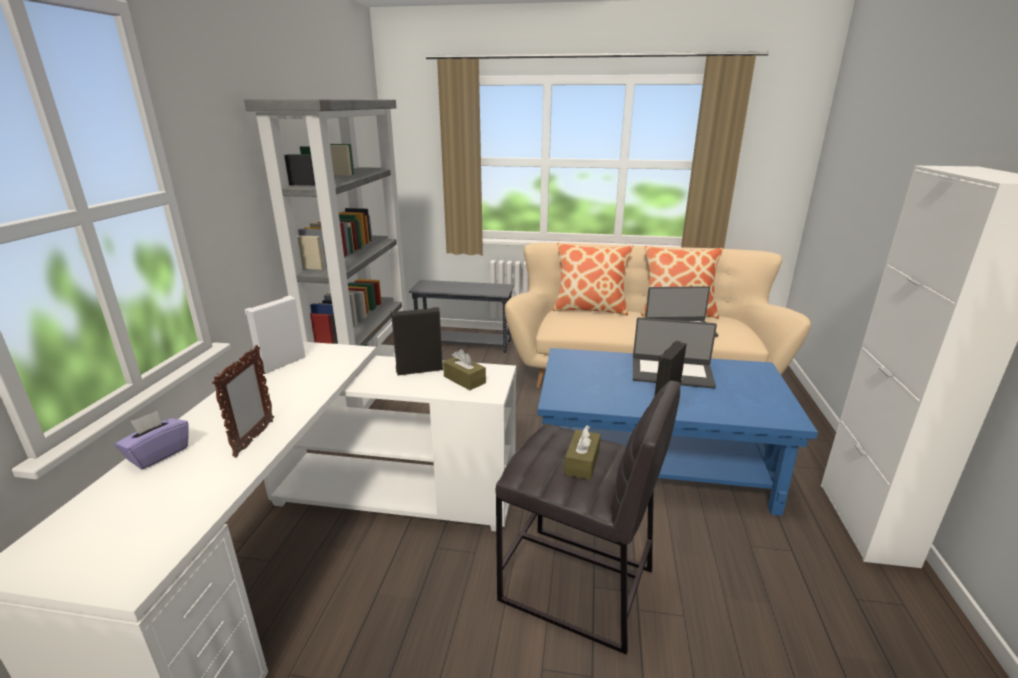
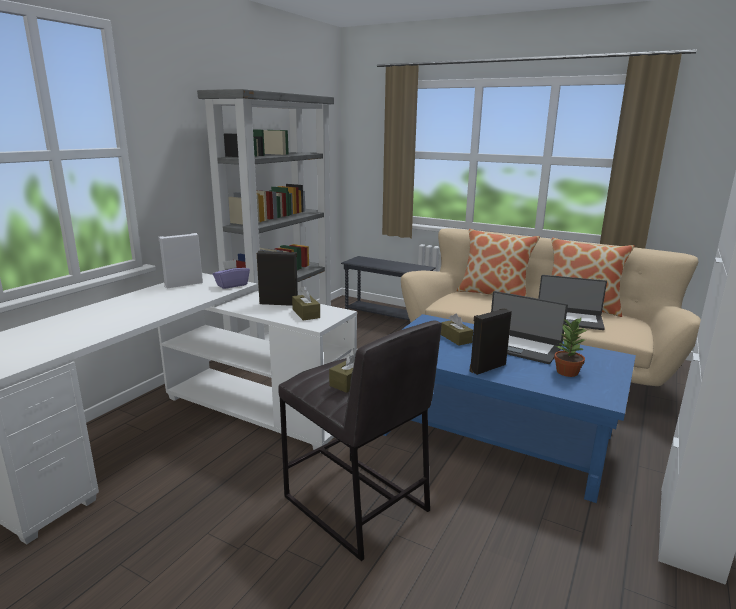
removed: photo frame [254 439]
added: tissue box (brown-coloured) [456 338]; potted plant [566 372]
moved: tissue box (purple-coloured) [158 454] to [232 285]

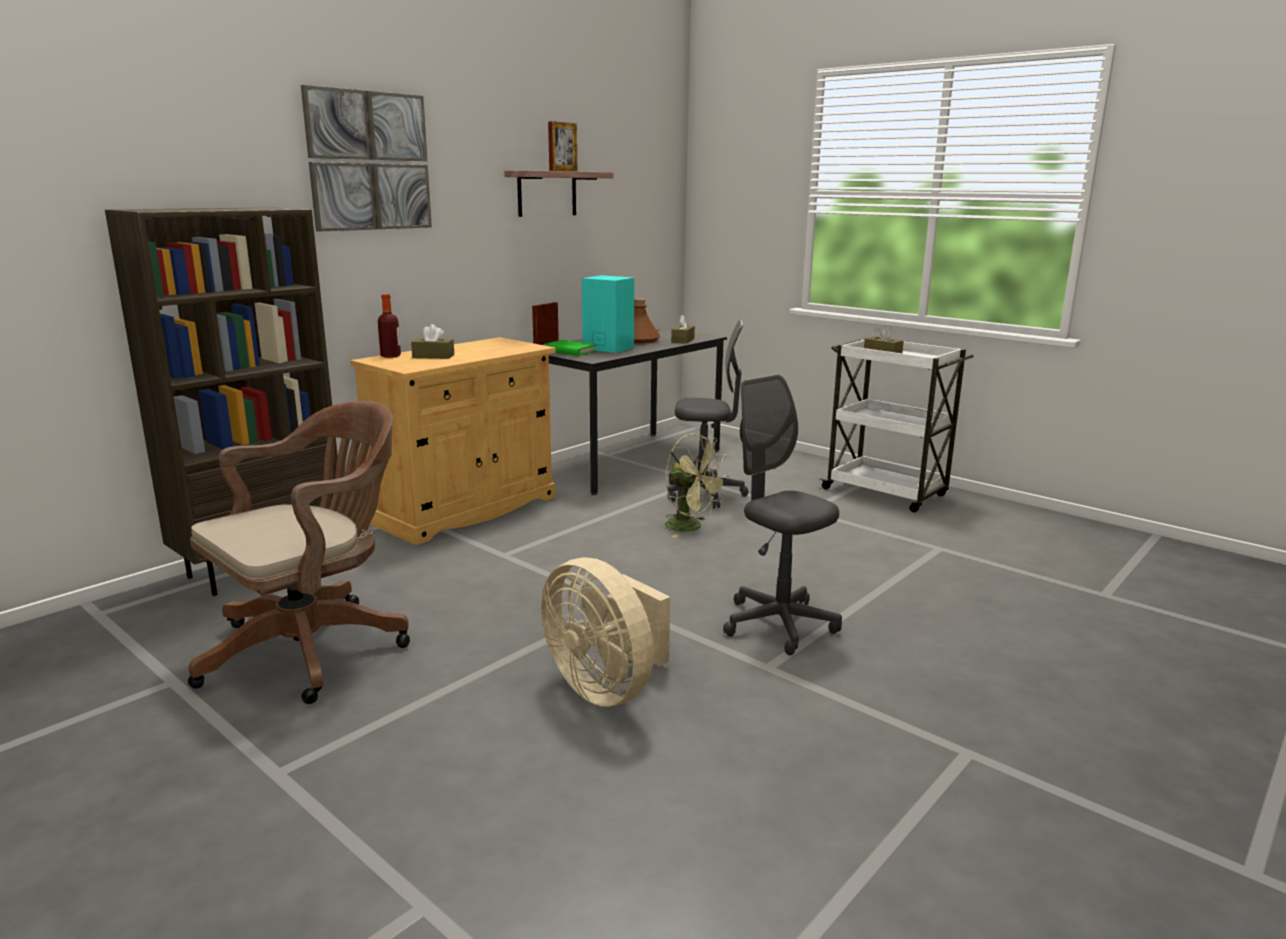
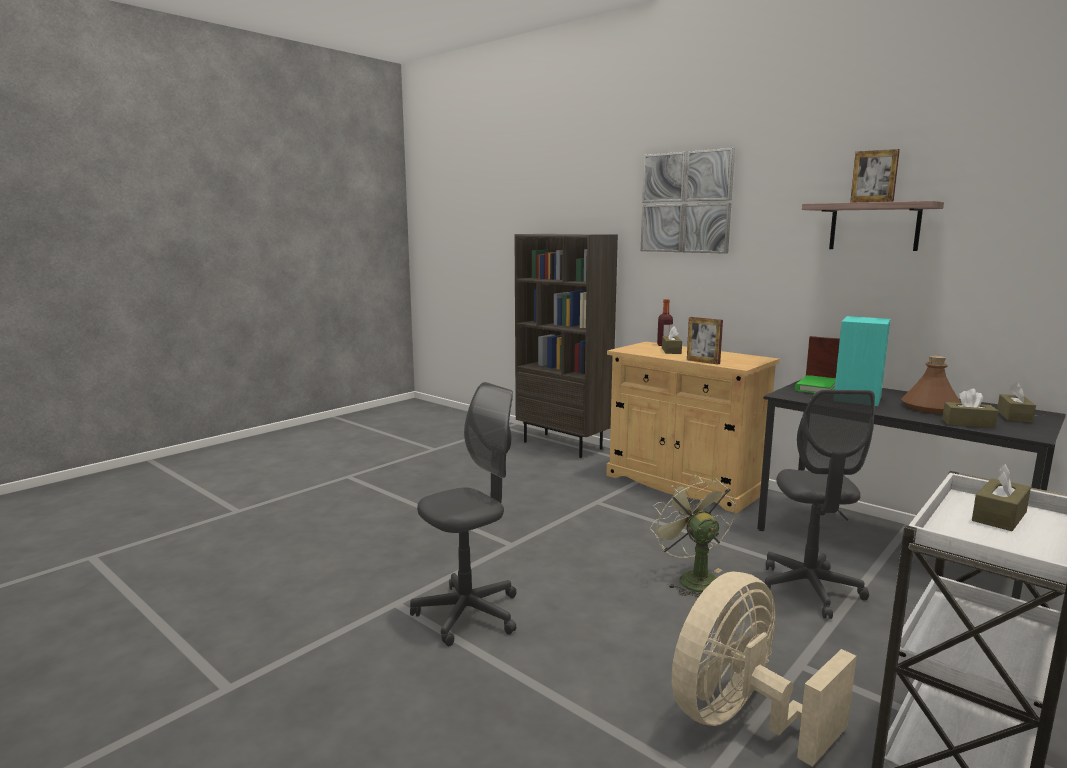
removed: computer chair (brown-coloured) [314 647]
added: photo frame [703 362]; tissue box (brown-coloured) [1014 416]
moved: electric fan (sand-coloured) [606 687] to [742 720]
turned: electric fan (greenish) [691 527] = [692 578] 120 degrees clockwise

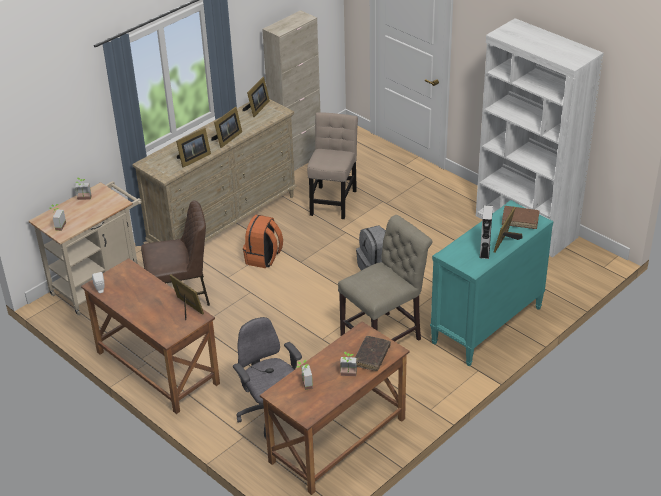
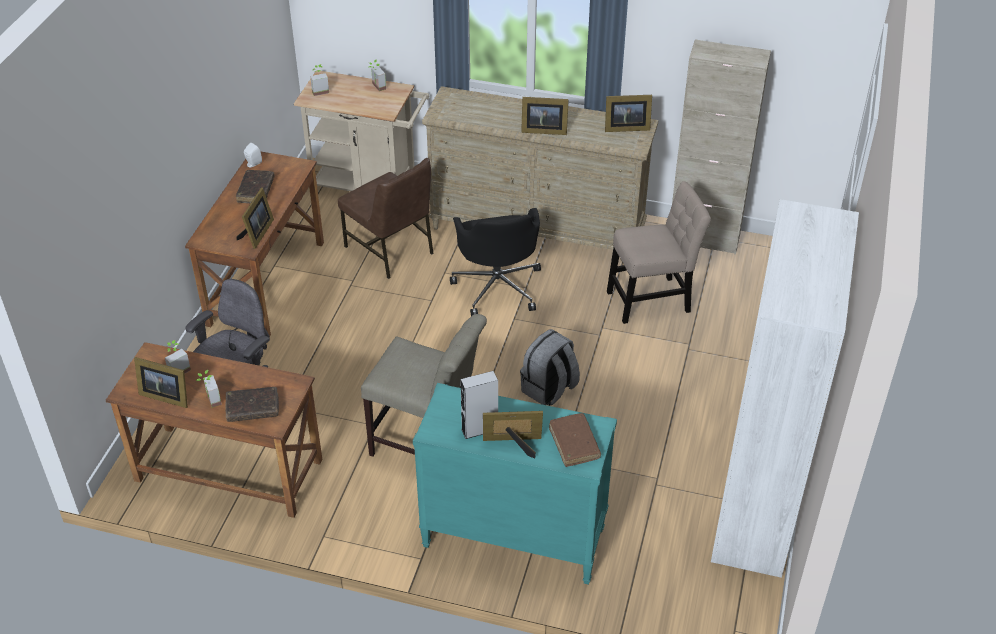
added: book (brown-coloured) [256 191]
moved: photo frame [193 159] to [165 395]
replaced: knapsack (orangey) [263 258] to computer chair (black) [498 286]

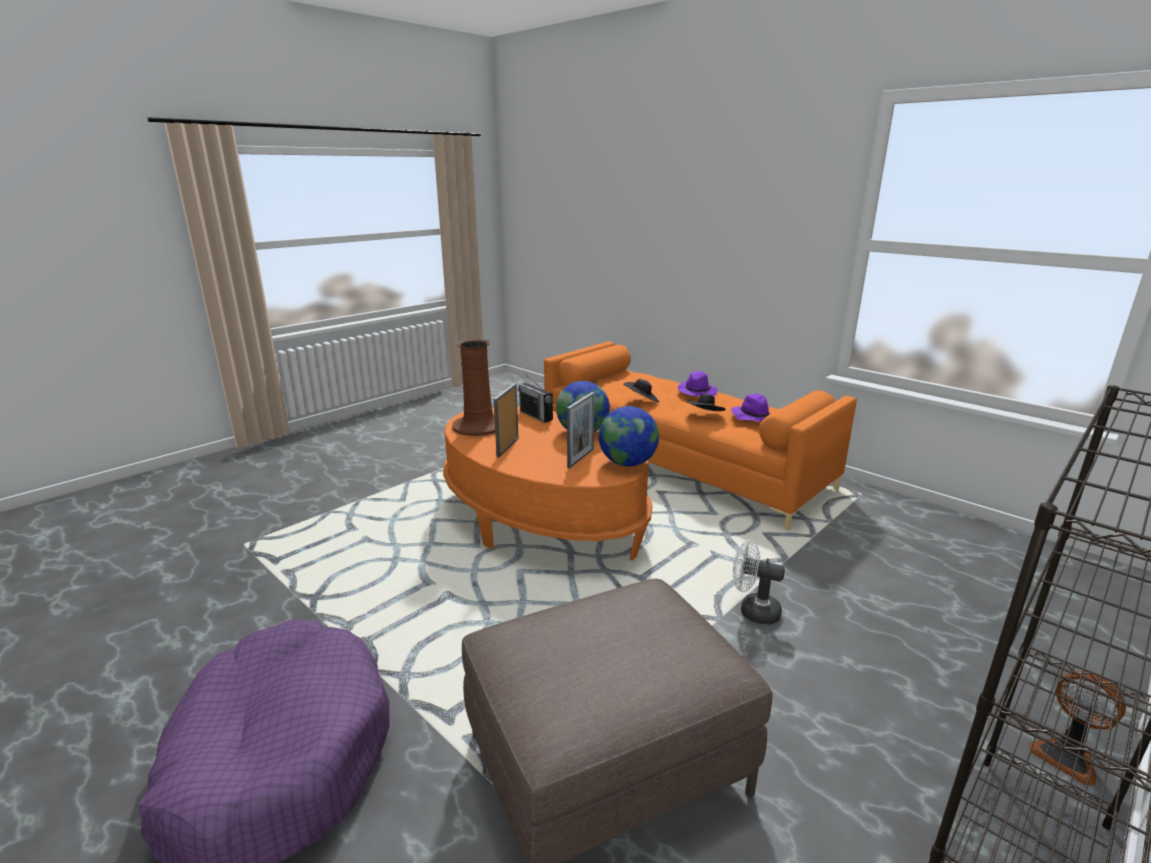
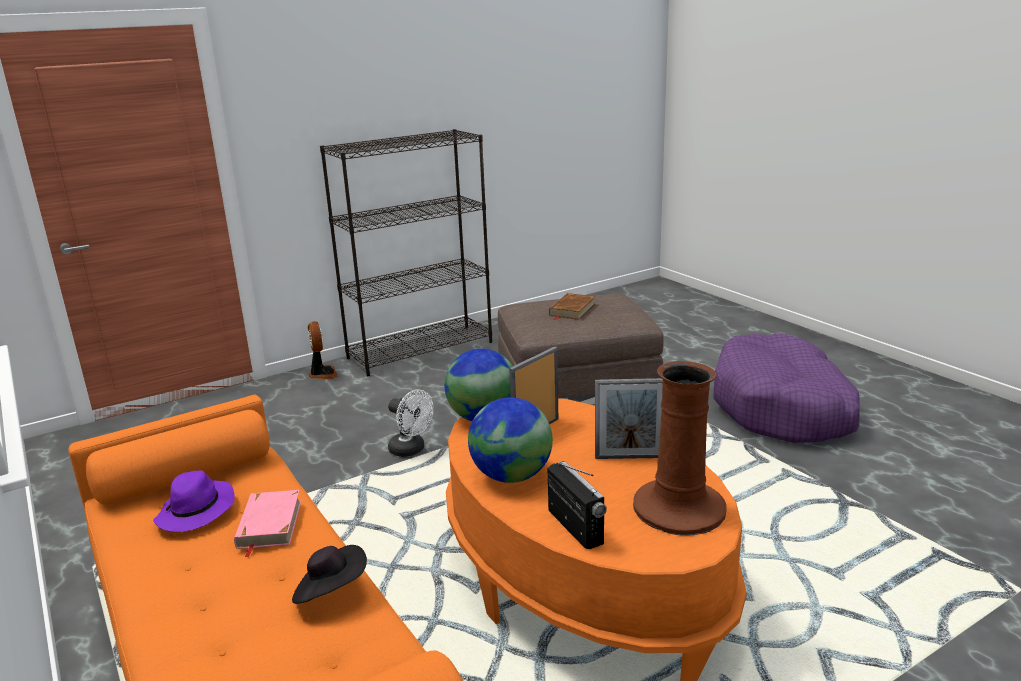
removed: clothing hat (purple-coloured) [696 392]
added: book (brown-coloured) [572 310]
replaced: clothing hat (black) [704 416] to book (pink-coloured) [269 524]
turned: photo frame [507 447] = [630 457] 60 degrees clockwise

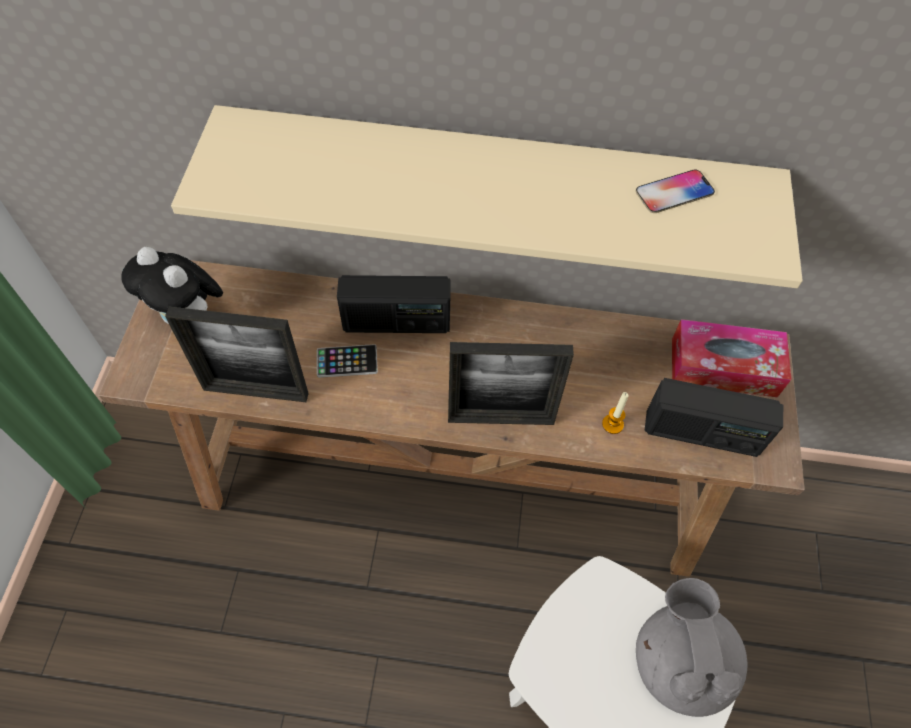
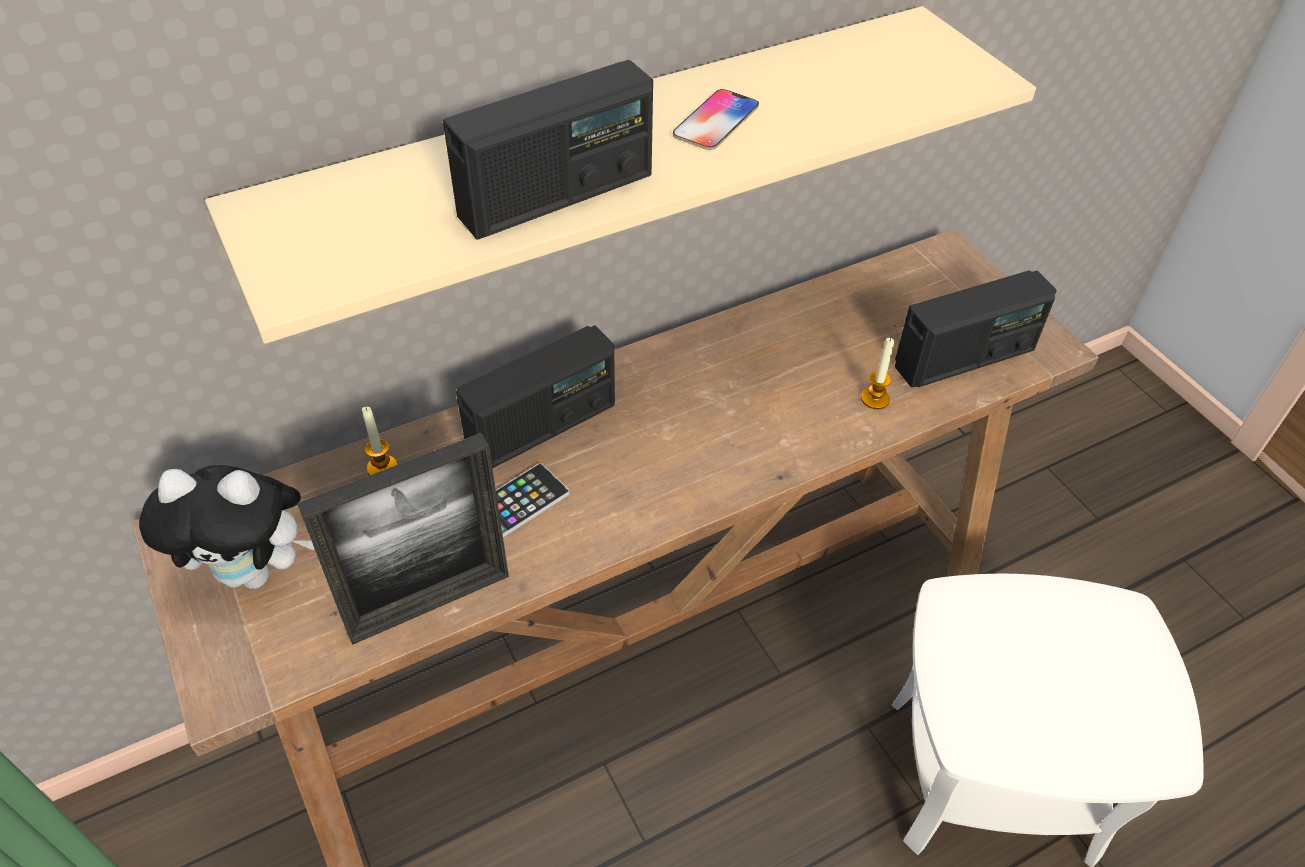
removed: tissue box [723 367]; photo frame [500 419]; tea pot (gray) [680 661]
added: radio receiver [557 196]; wax light [382 468]
moved: telephone [674 192] to [716 121]

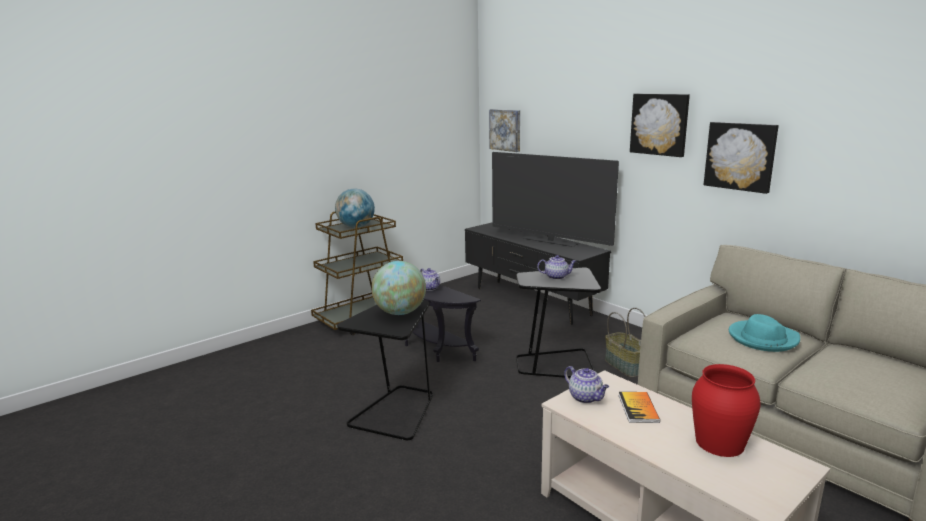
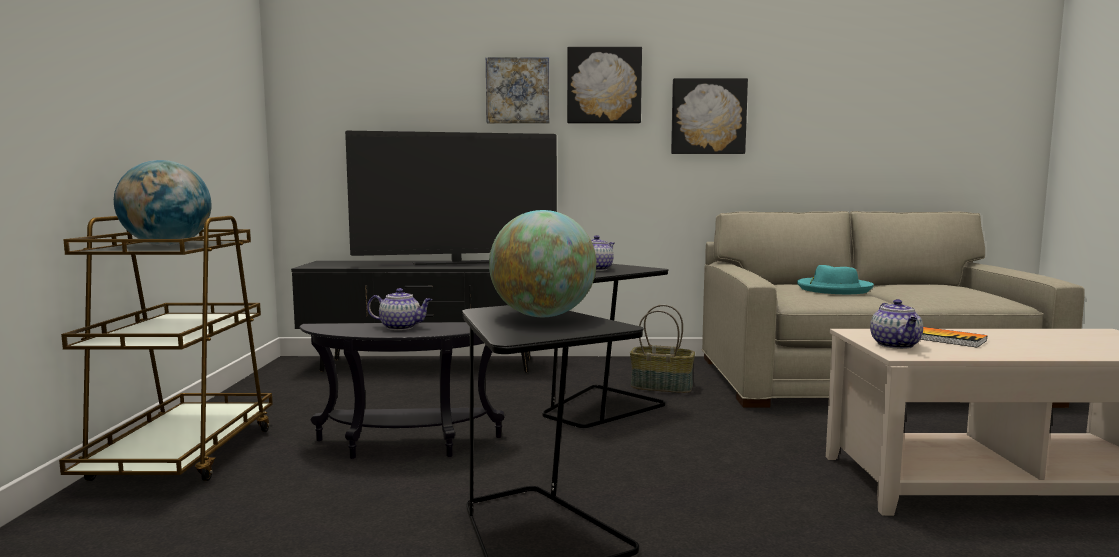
removed: flower vase (red) [719 442]
moved: picture [506 130] to [518 91]
turned: tea pot [586 398] = [896 345] 90 degrees clockwise

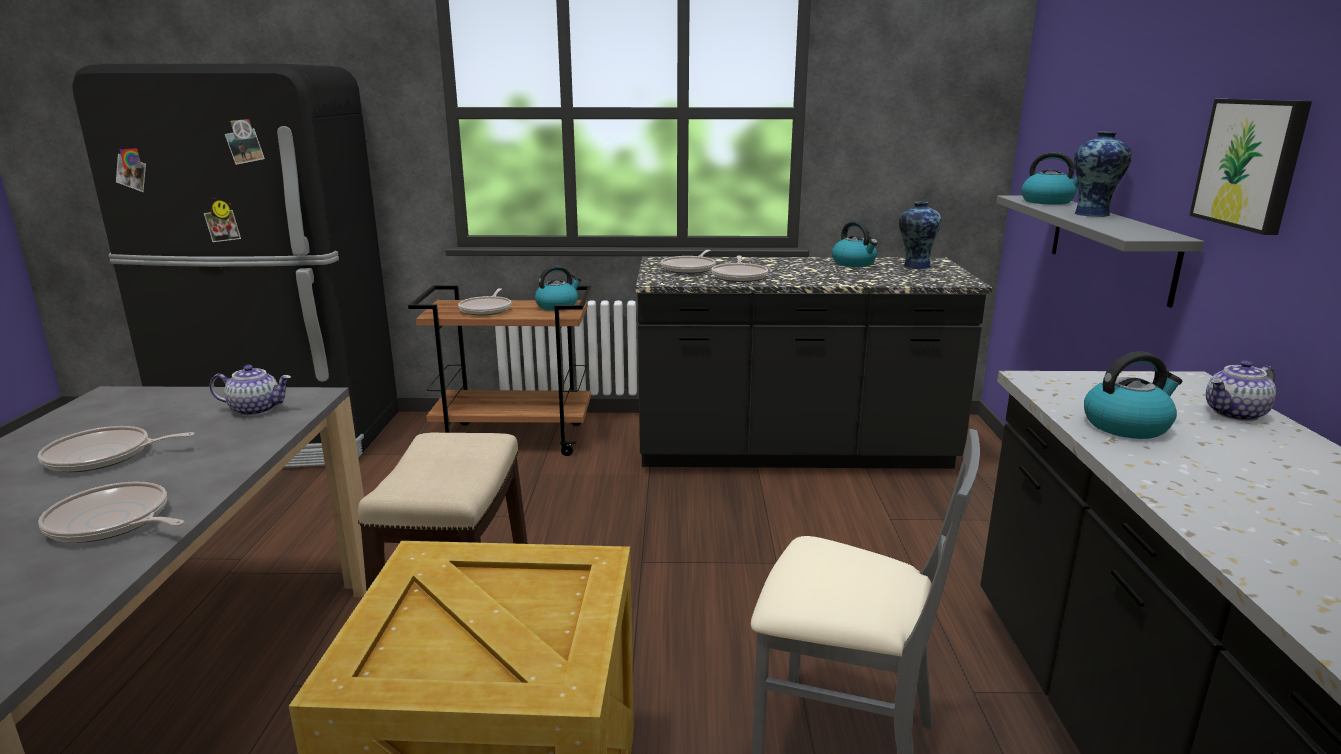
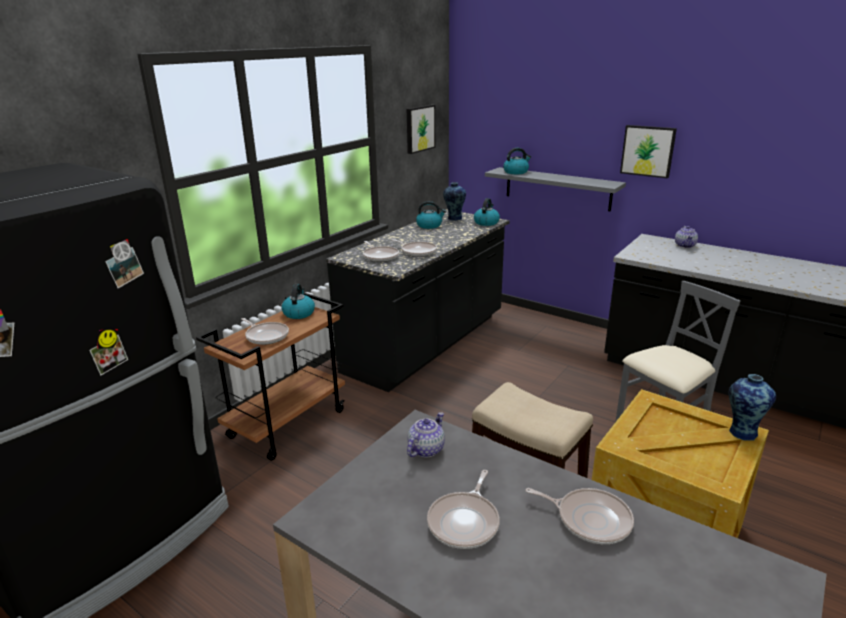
added: picture [419 128]
moved: flower vase [1092 214] to [742 432]; water kettle [1126 425] to [486 222]
turned: skillet [112 522] = [590 519] 120 degrees counterclockwise

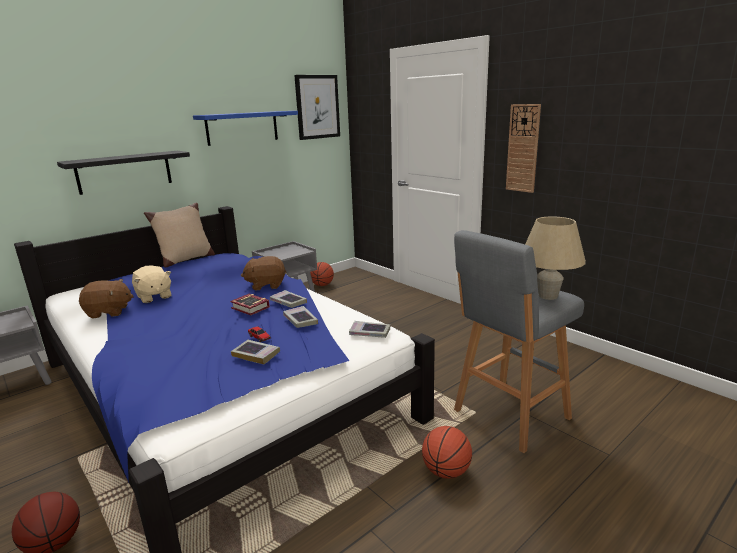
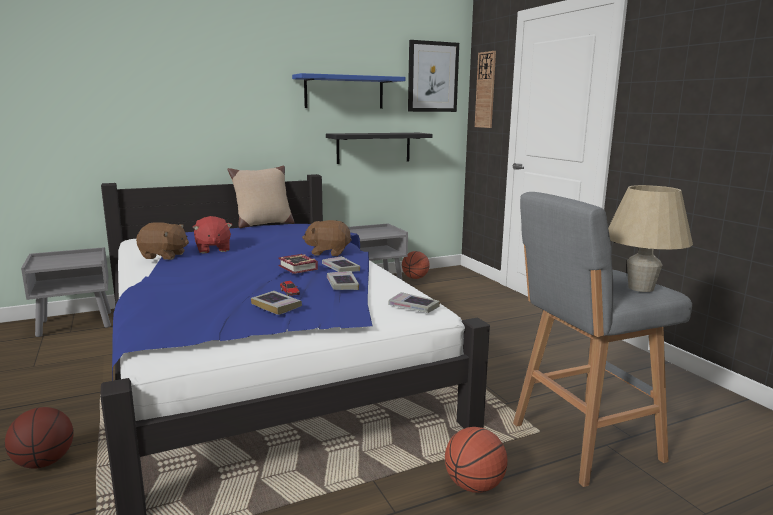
moved: clock on the wall [523 148] to [485 90]; wall shelf (black) [124 172] to [373 147]
recoloured: plush toy (sand-coloured) [154 297] to plush toy (red) [213 249]

